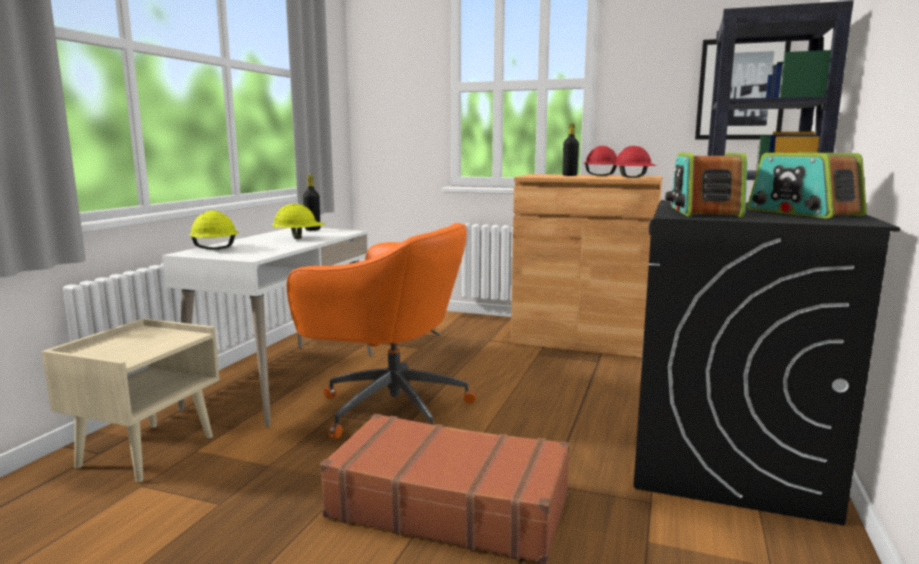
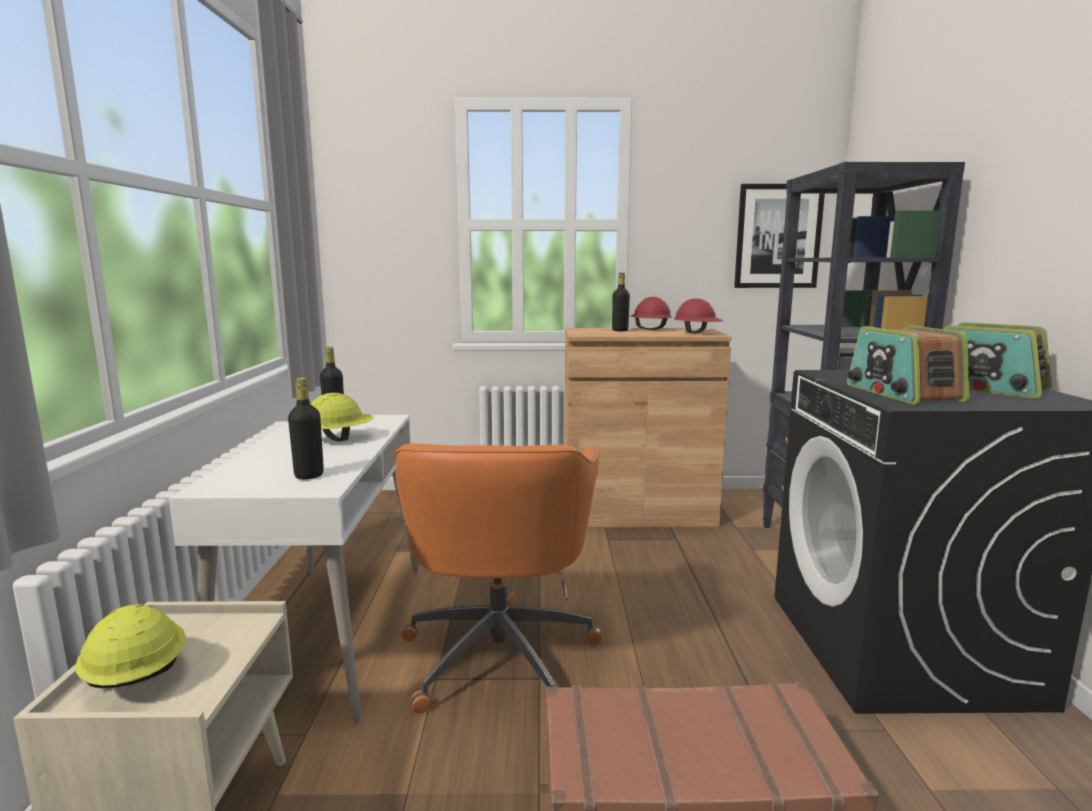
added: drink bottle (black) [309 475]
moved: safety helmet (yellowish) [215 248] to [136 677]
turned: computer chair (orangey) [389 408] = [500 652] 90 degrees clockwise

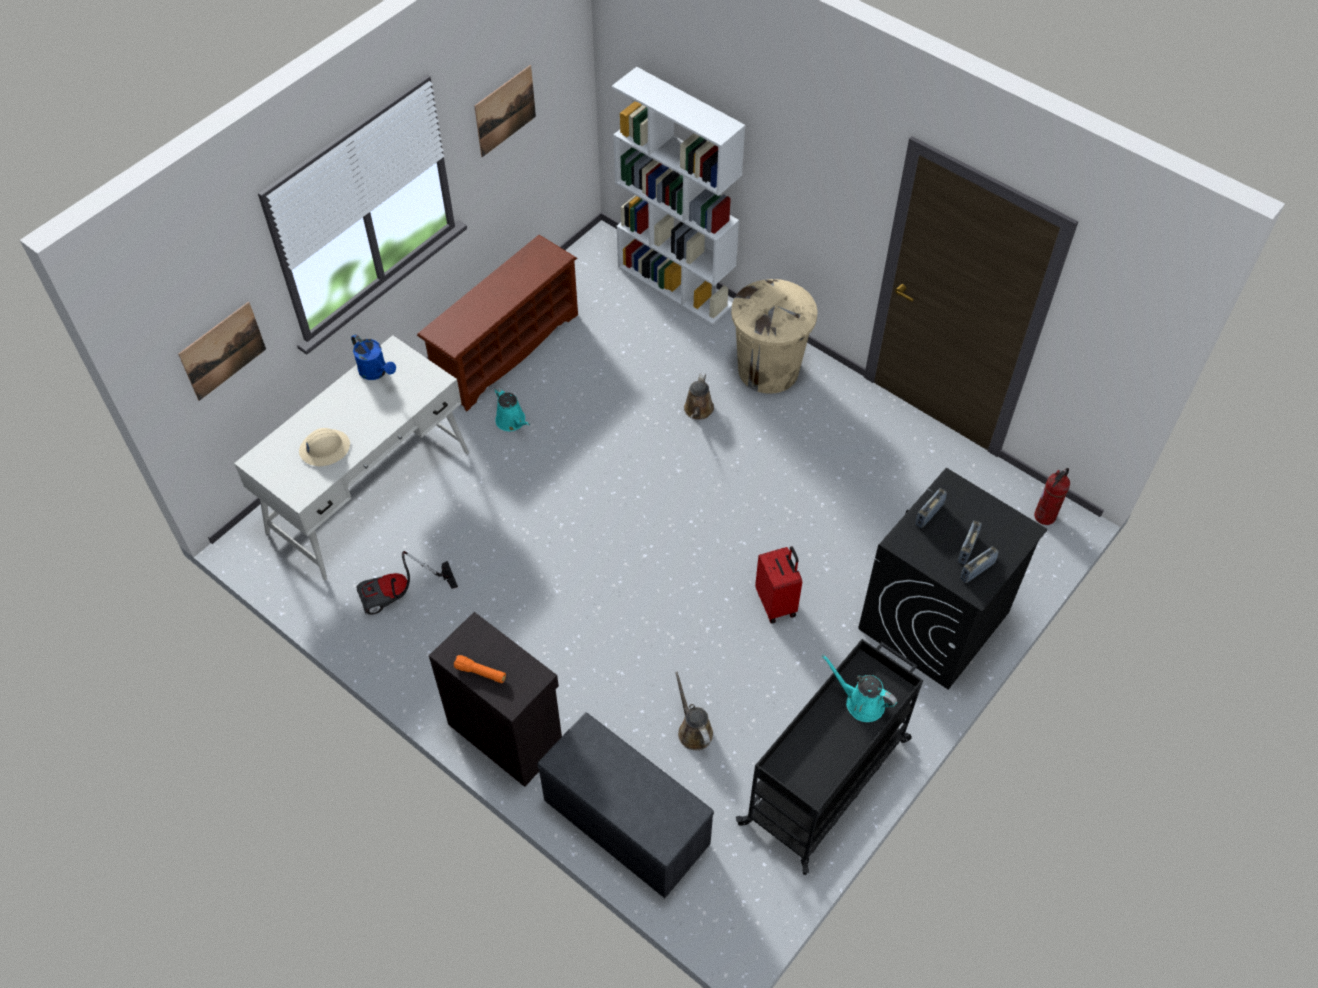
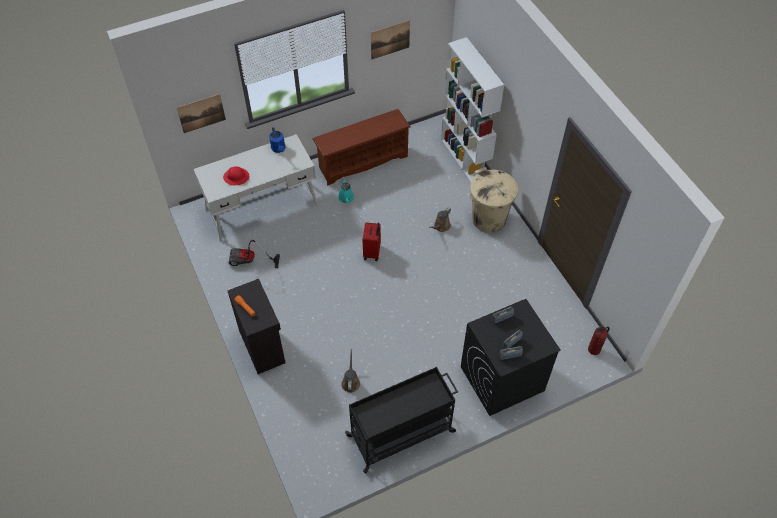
removed: watering pot (turquoise) [861 702]; bench (gray) [624 822]
moved: piece of luggage (red) [777 603] to [372 252]
recoloured: safety helmet (sand-coloured) [324 448] to safety helmet (red) [236 177]

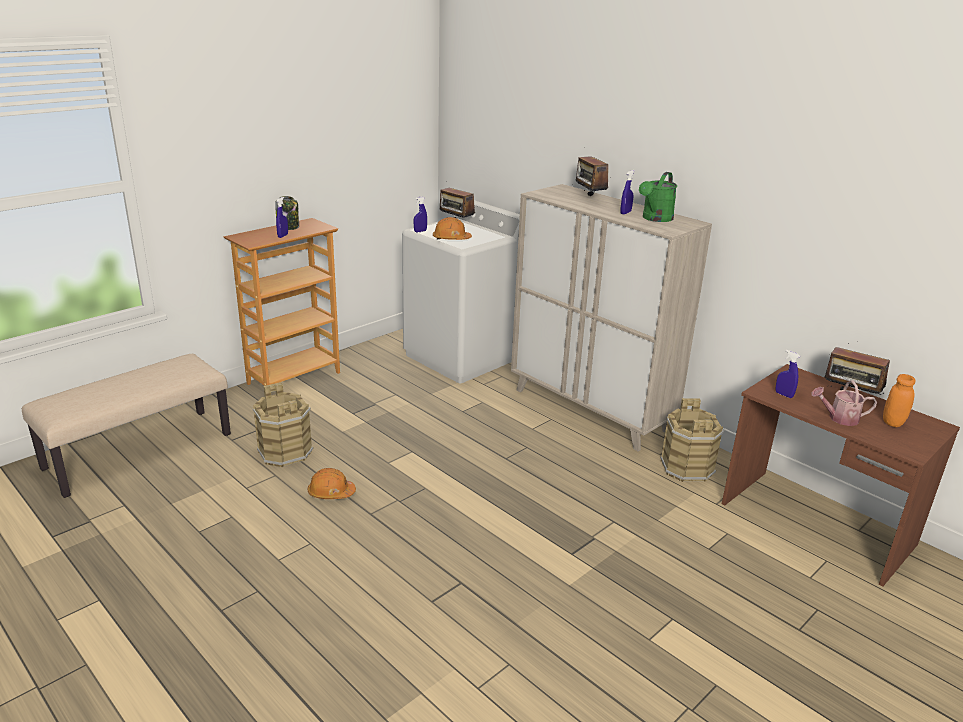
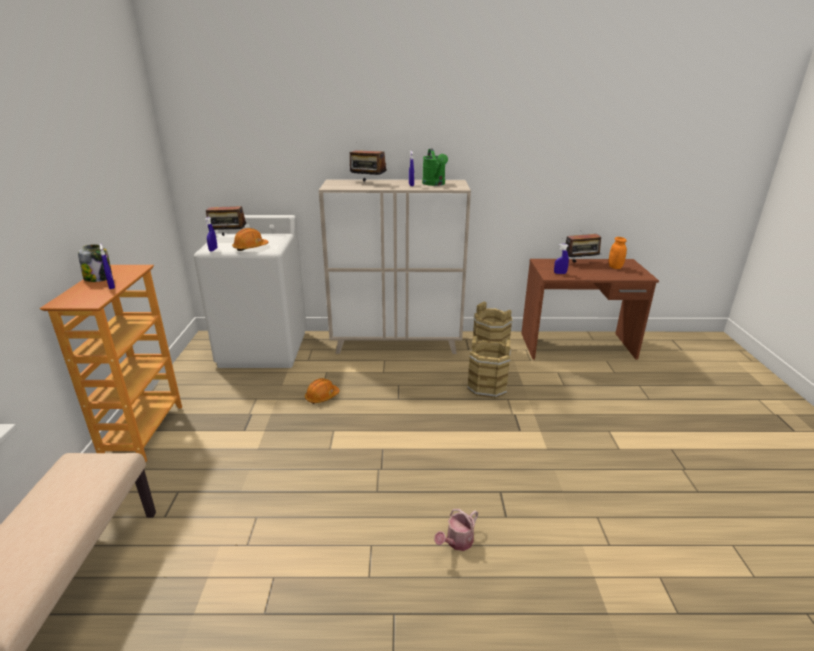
moved: watering pot [839 418] to [457 542]; pail (brown-coloured) [285 452] to [487 386]; safety helmet (orangey) [331 493] to [322 397]

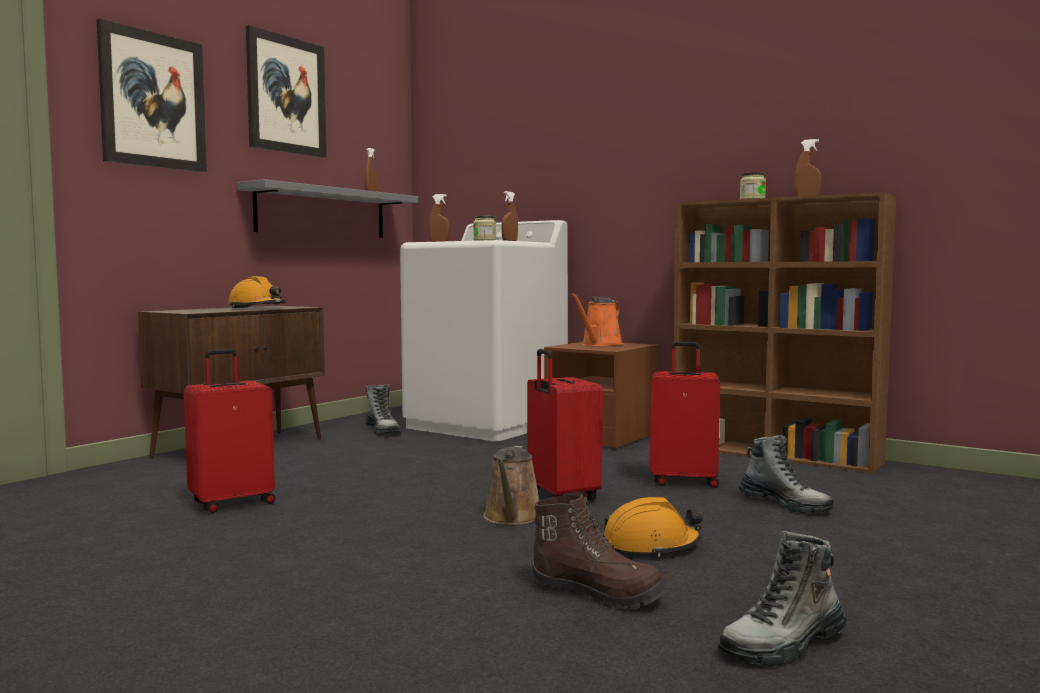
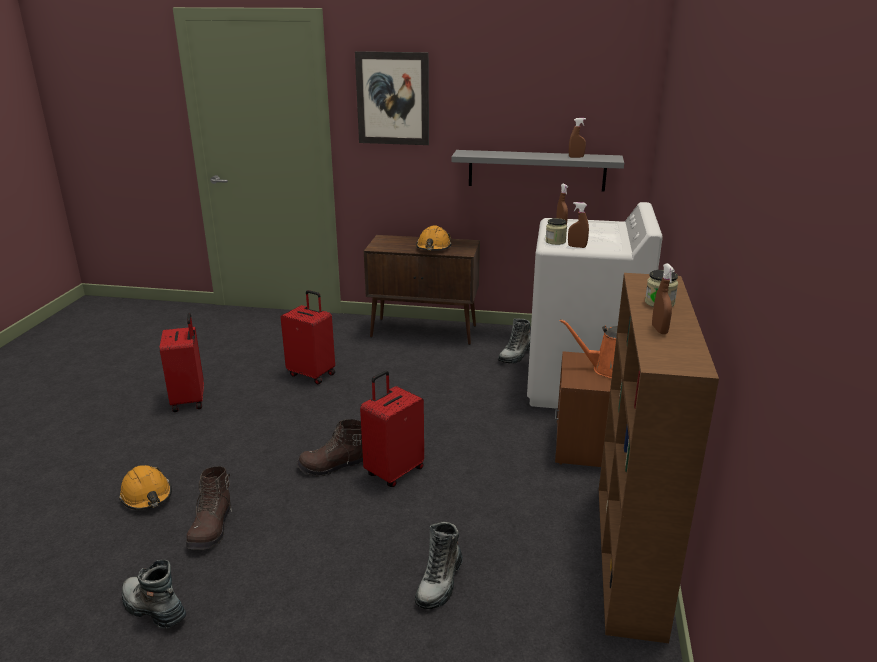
removed: picture [286 95]
moved: piece of luggage (red) [684 481] to [190 400]; safety helmet (orangey) [650 546] to [147 496]
replaced: watering pot (brown-coloured) [512 518] to boot (brown-coloured) [333 466]

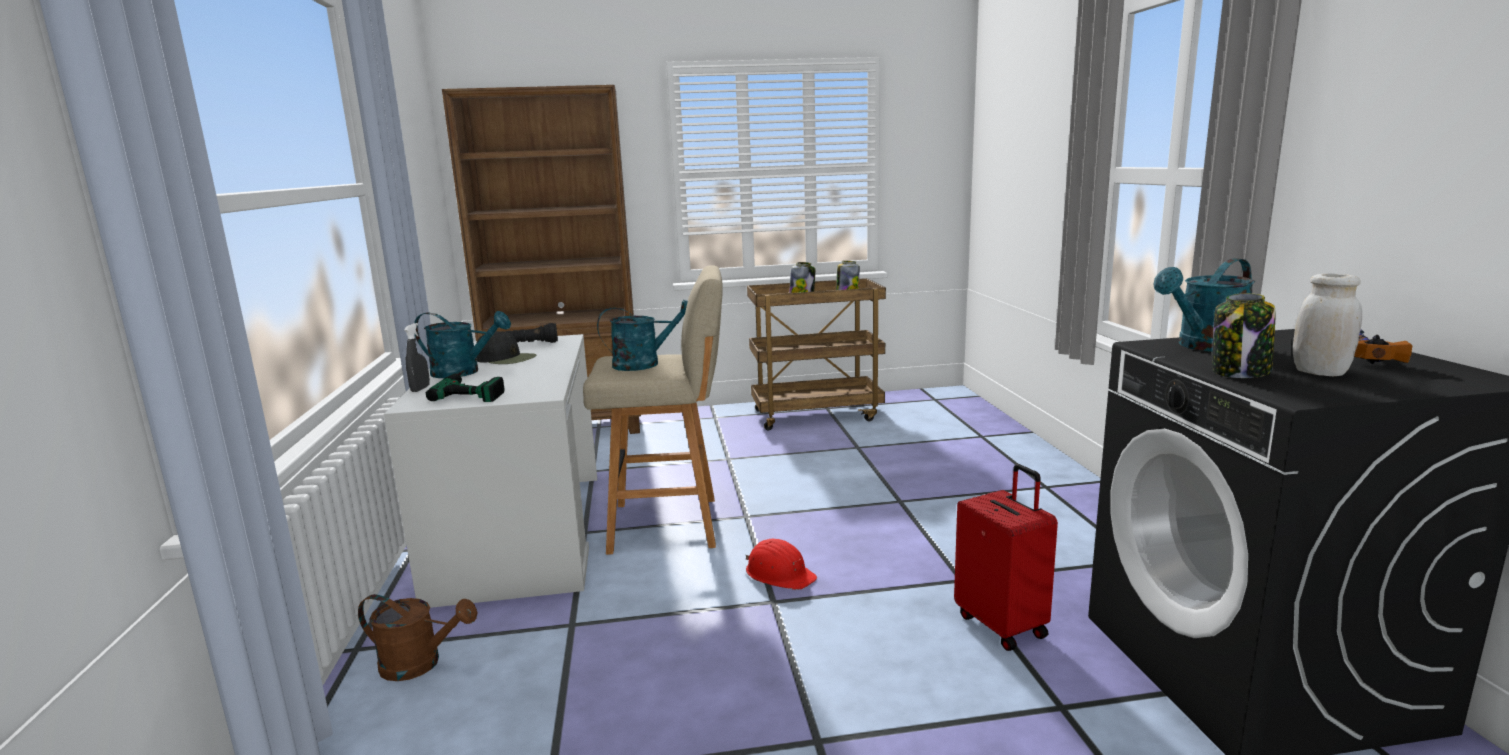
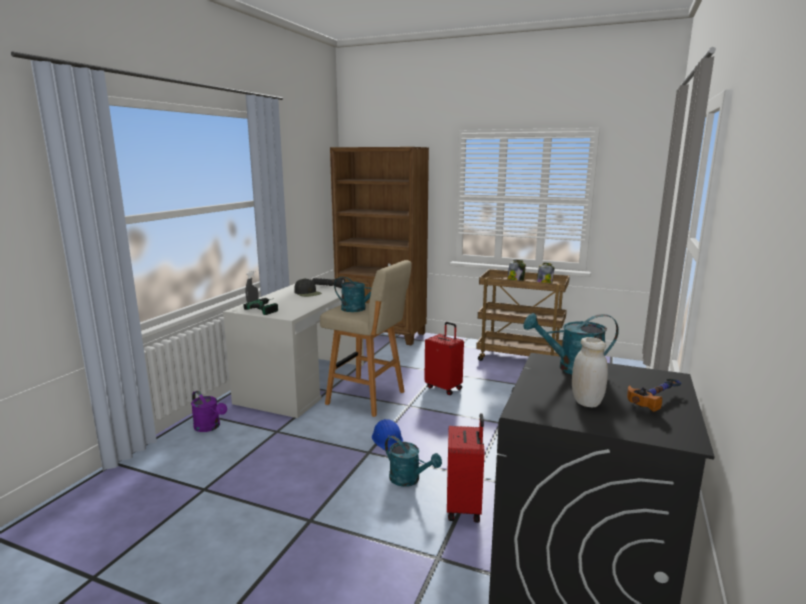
removed: storage jar [1240 372]
added: piece of luggage (red) [444 387]
moved: watering pot (turquoise) [464 372] to [409 480]
recoloured: safety helmet (red) [779 574] to safety helmet (bluish) [388 440]; watering pot (brown-coloured) [420 664] to watering pot (purple-coloured) [210 427]

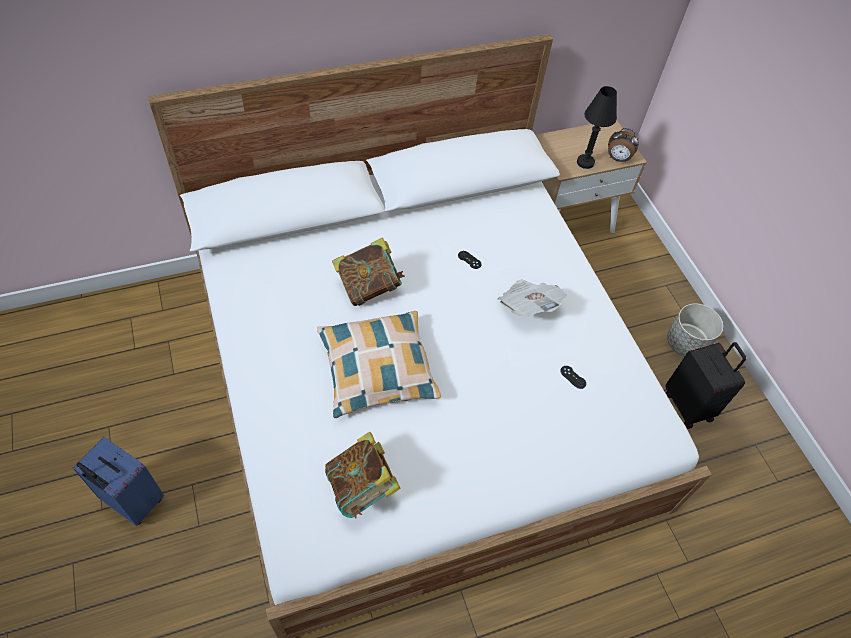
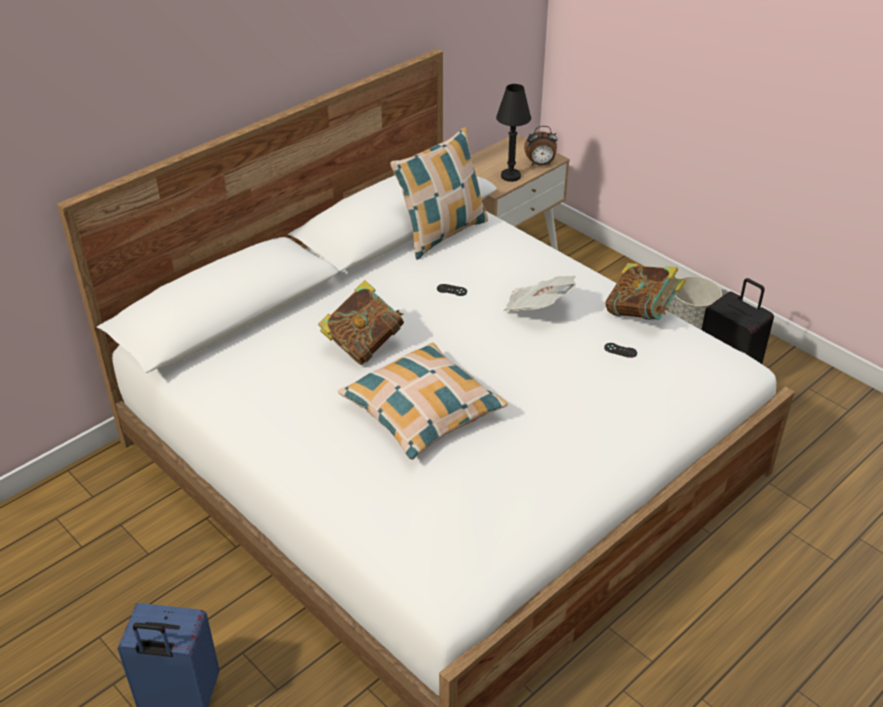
added: throw pillow [442 233]
moved: book [362 487] to [641 314]

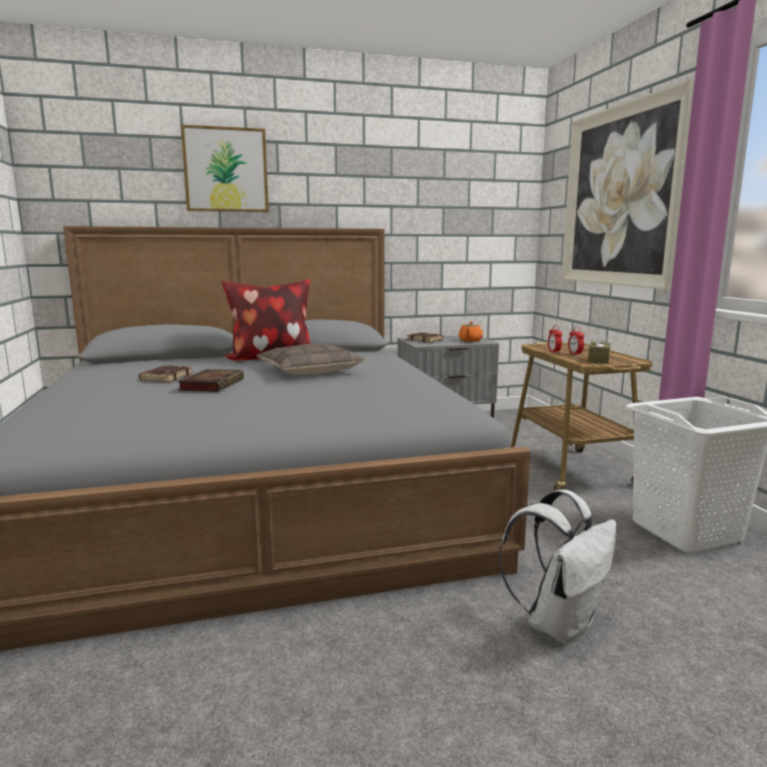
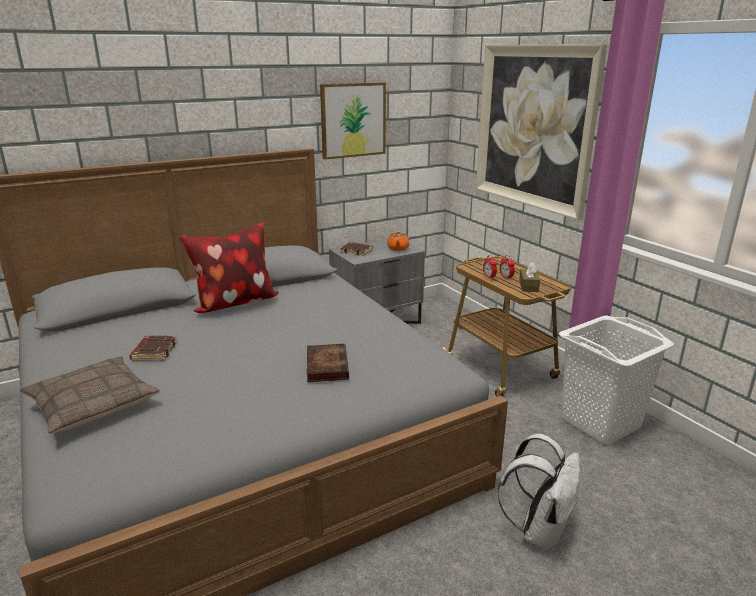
moved: picture [226 170] to [353 120]; throw pillow [309 370] to [92 404]; book [212 384] to [326 365]

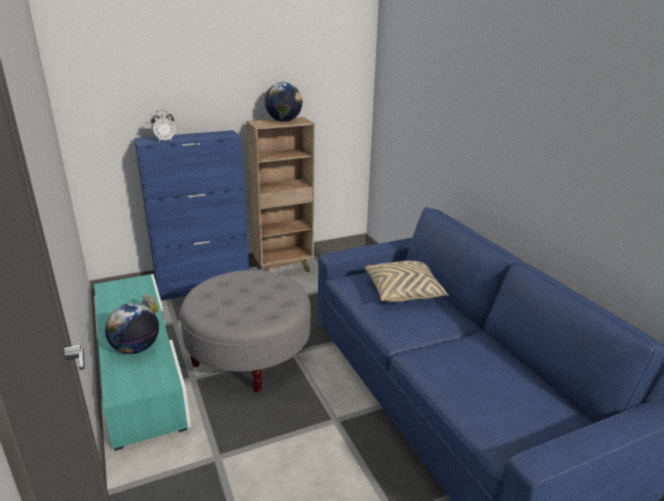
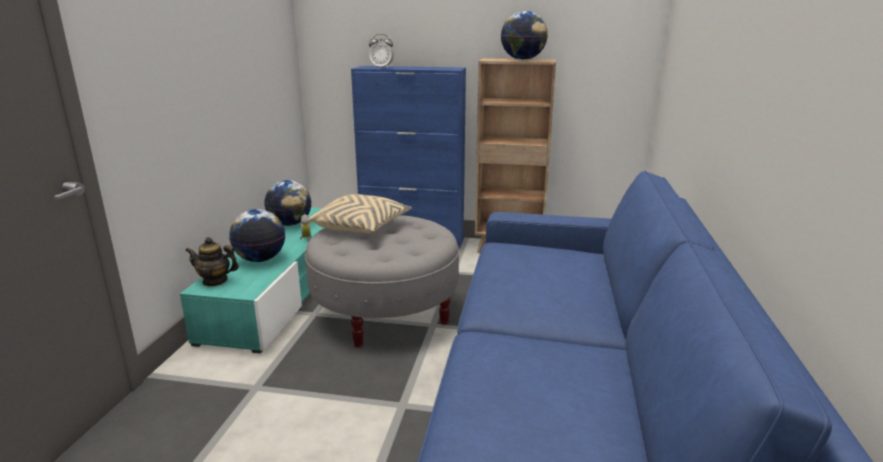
added: world globe [290 224]; tea pot [215 281]
moved: throw pillow (sand-coloured) [404 291] to [362 227]

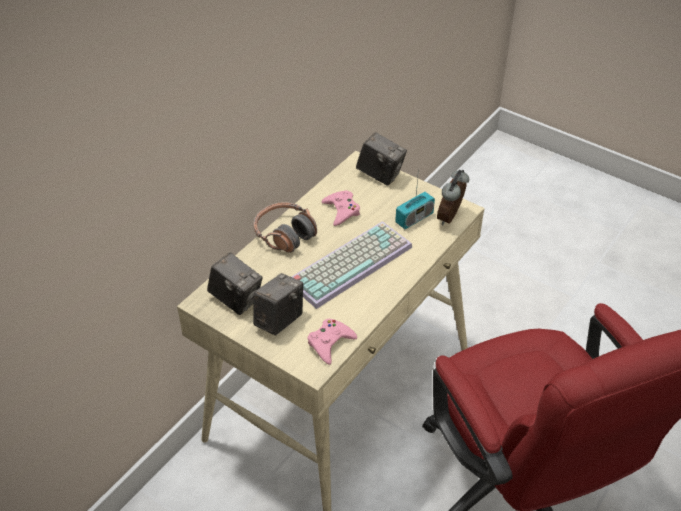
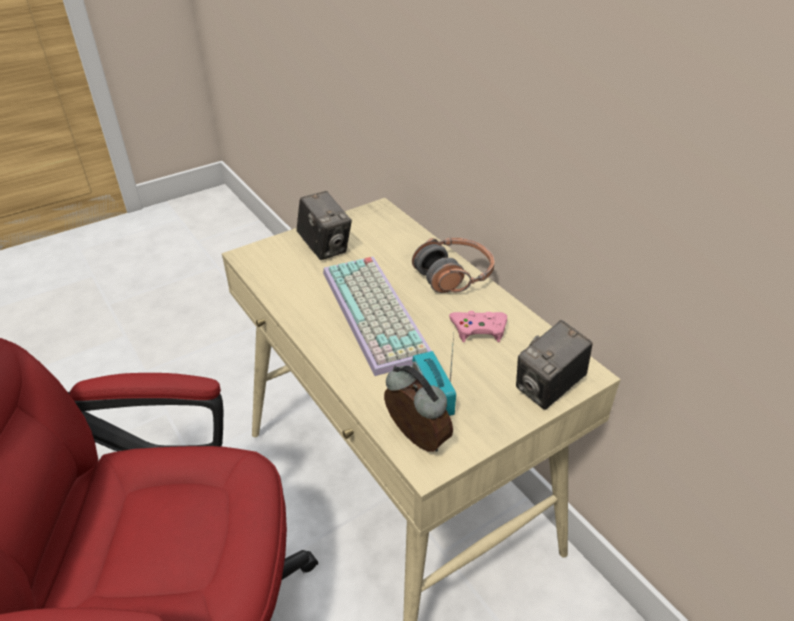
removed: photo camera [236 300]; game controller (pink-coloured) [330 343]

